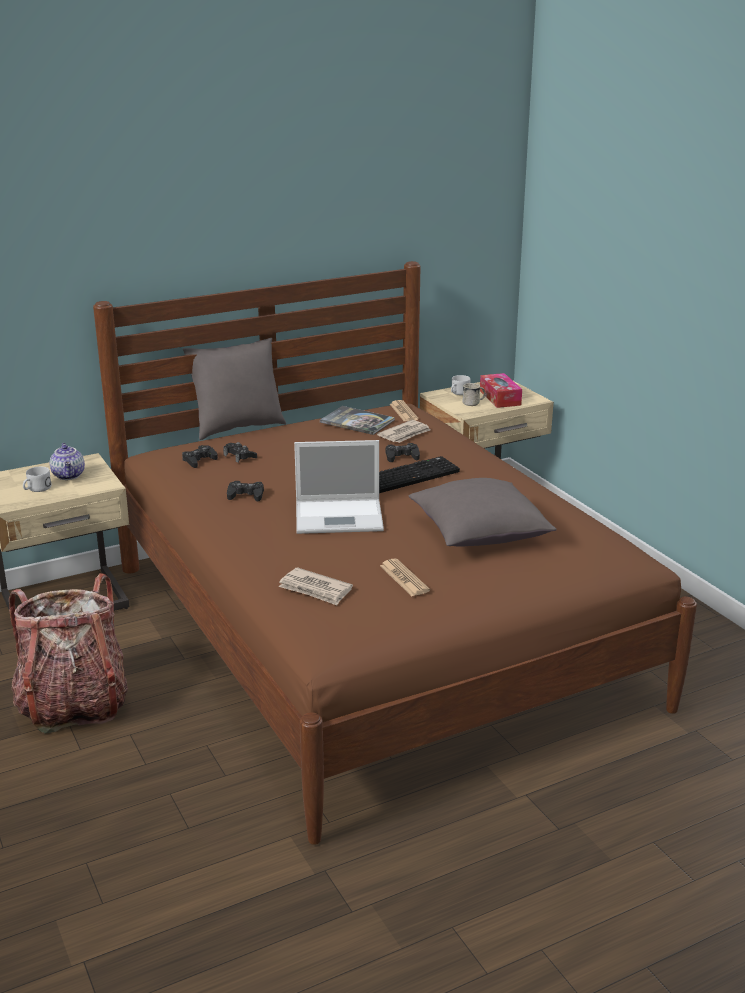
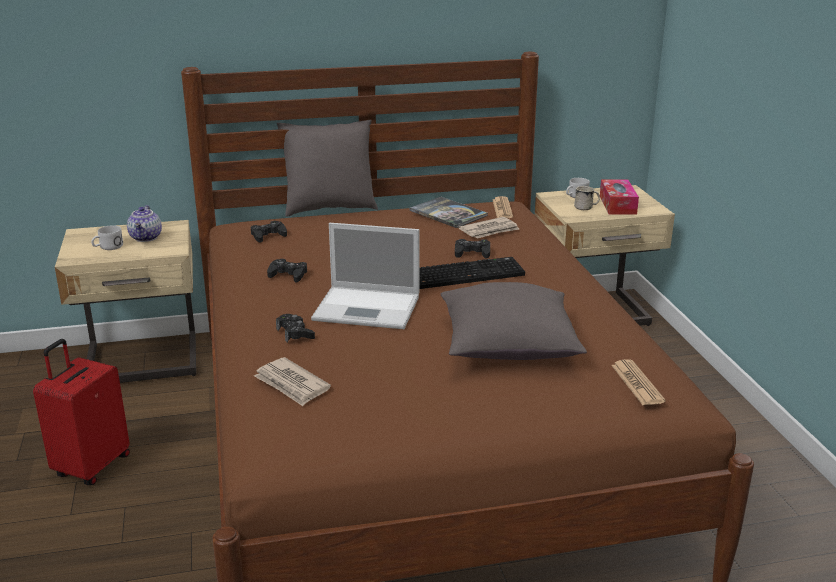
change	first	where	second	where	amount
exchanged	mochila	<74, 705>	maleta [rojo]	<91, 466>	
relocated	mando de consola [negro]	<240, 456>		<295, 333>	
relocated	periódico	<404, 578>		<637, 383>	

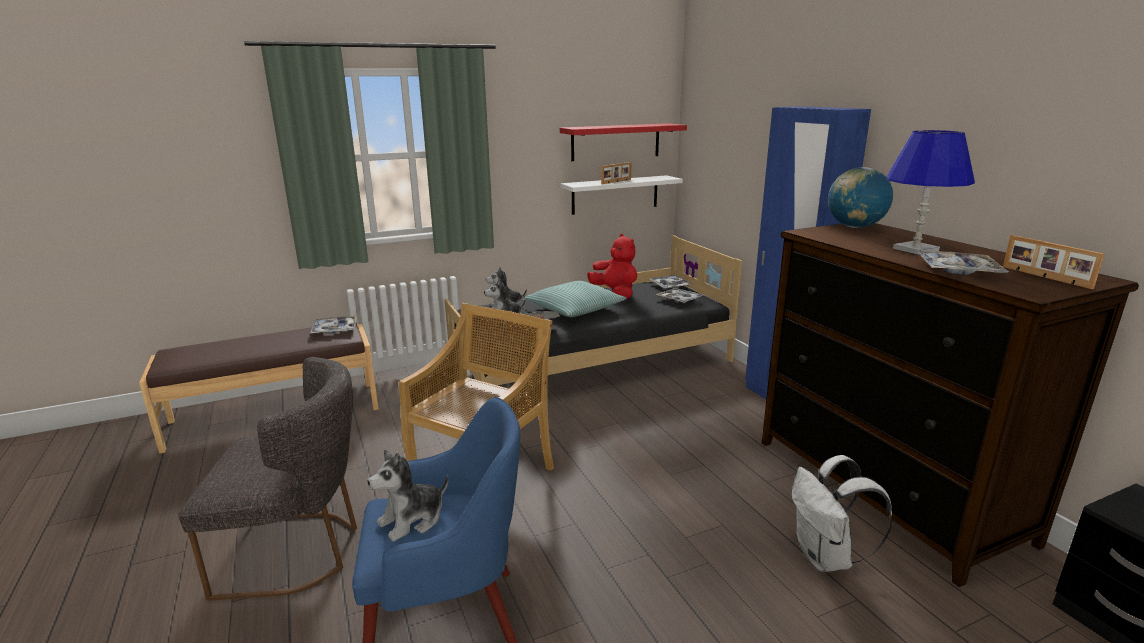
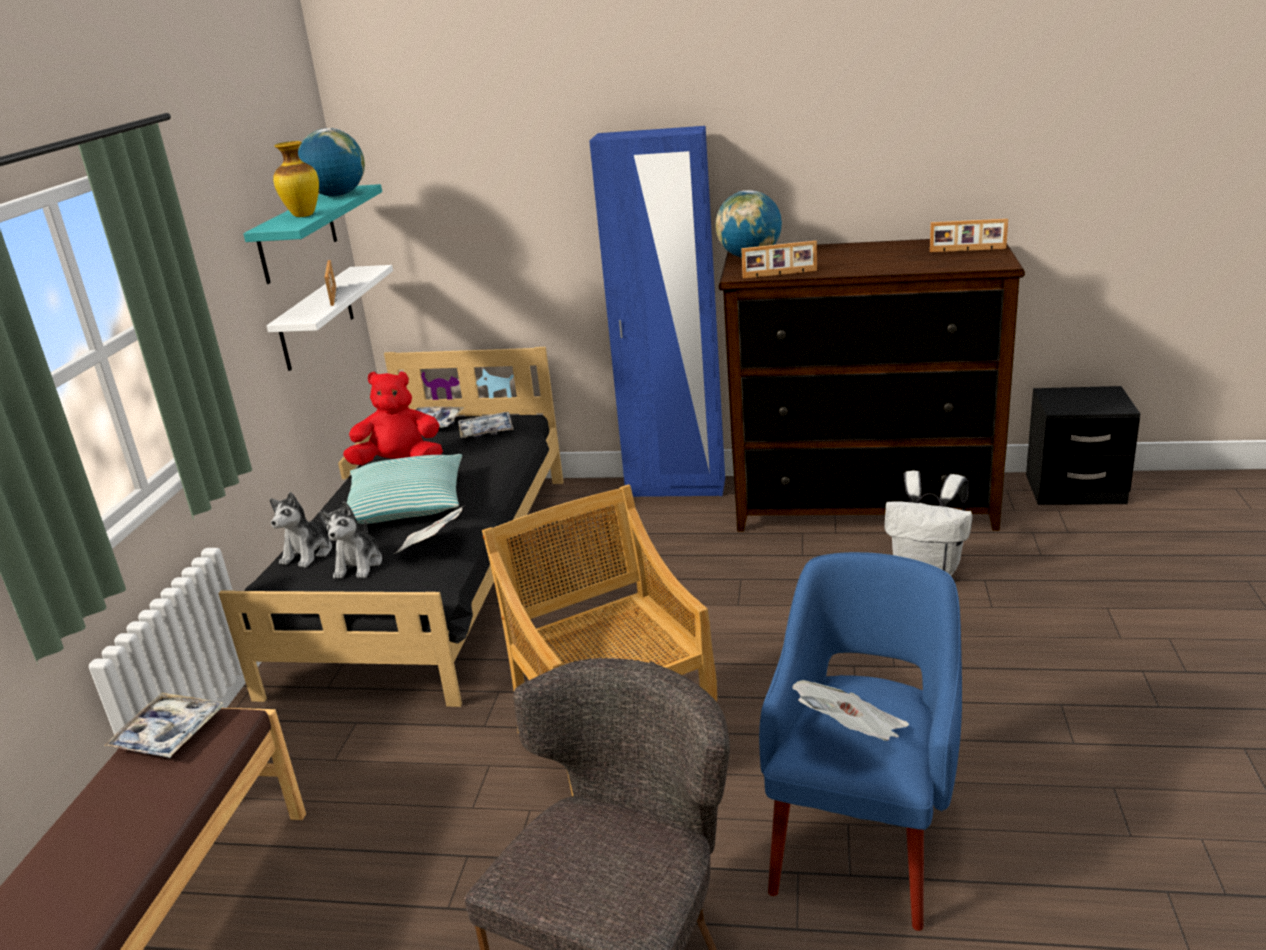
change	first	where	second	where	amount
exchanged	peluche	<412, 520>	periódico	<852, 734>	
colour	estante [rojo]	<616, 142>	estante [turquesa]	<297, 234>	
missing	lámpara de mesa [azul]	<915, 250>			
missing	bandeja	<957, 270>			
appeared			florero	<304, 215>	
appeared			globo terráqueo	<338, 196>	
appeared			portarretratos	<780, 274>	

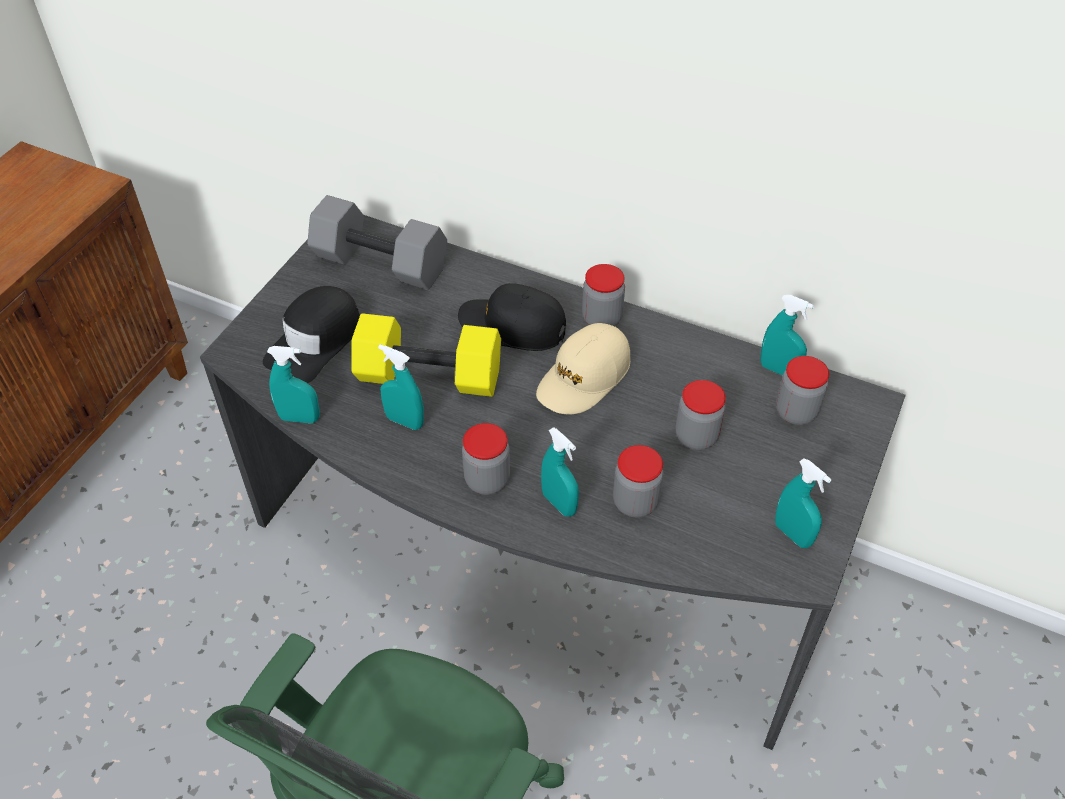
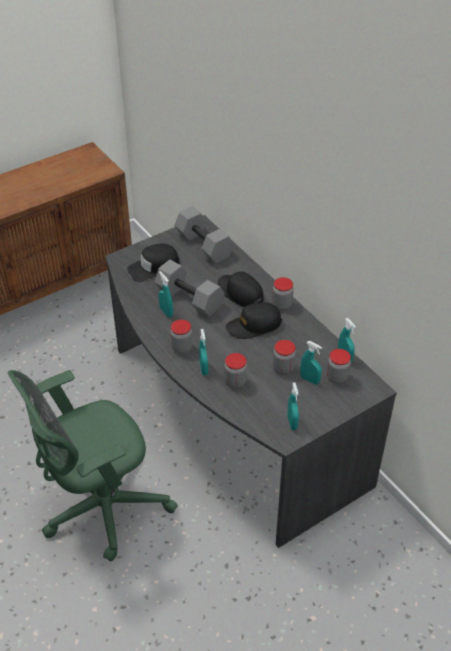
change	first	where	second	where	amount
relocated	pulverizador [turquesa]	<299, 418>		<309, 380>	
colour	mancuerna [amarillo]	<431, 374>	mancuerna [gris]	<191, 298>	
colour	gorra [beis]	<584, 378>	gorra [negro]	<254, 325>	

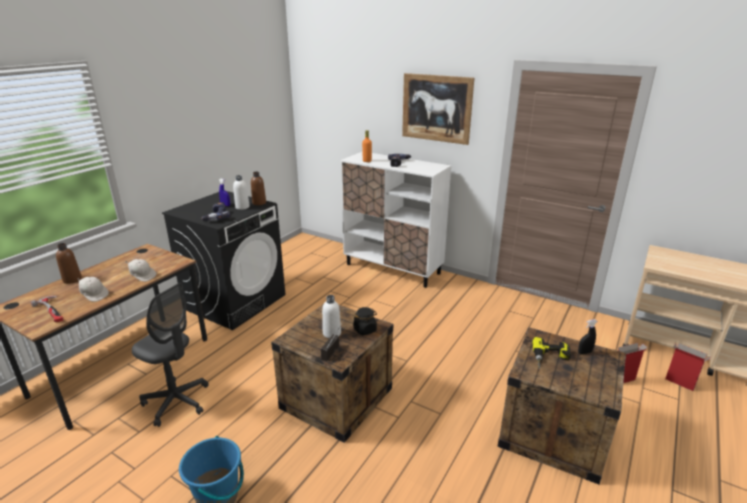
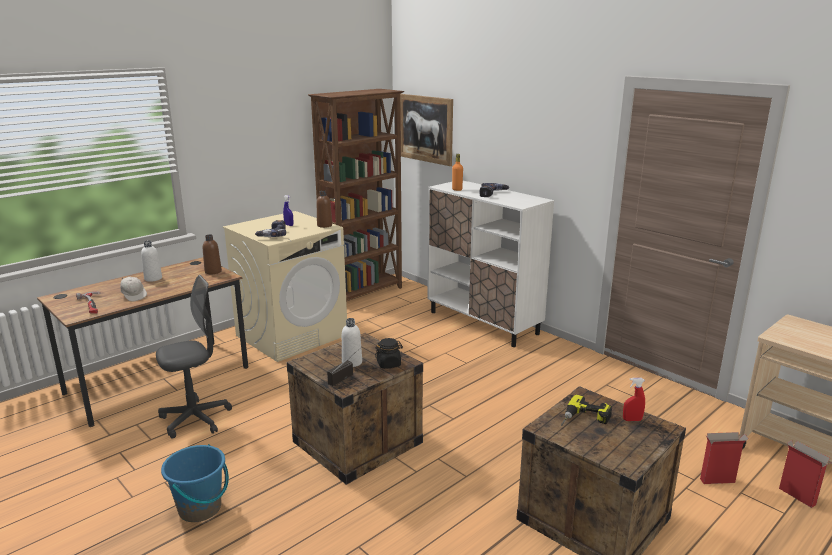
change	first	where	second	where	amount
relocated	botella [marrón]	<72, 280>		<213, 271>	
missing	gorra [blanco]	<142, 276>			
spun	silla de oficina [gris]	<176, 402>		<195, 419>	75 degrees counterclockwise
colour	lavadora [negro]	<235, 301>	lavadora [beis]	<292, 335>	
relocated	botella [blanco]	<242, 207>		<153, 278>	
relocated	cuadro	<436, 108>		<425, 129>	
colour	pulverizador [negro]	<584, 352>	pulverizador [rojo]	<632, 420>	
appeared			estantería [marrón]	<364, 293>	

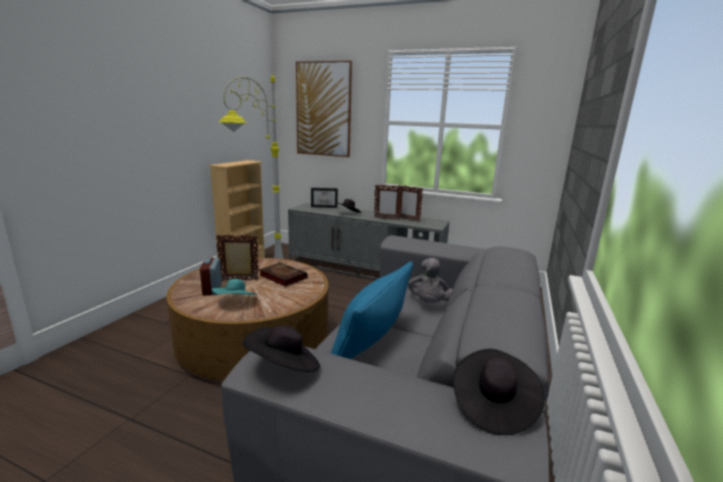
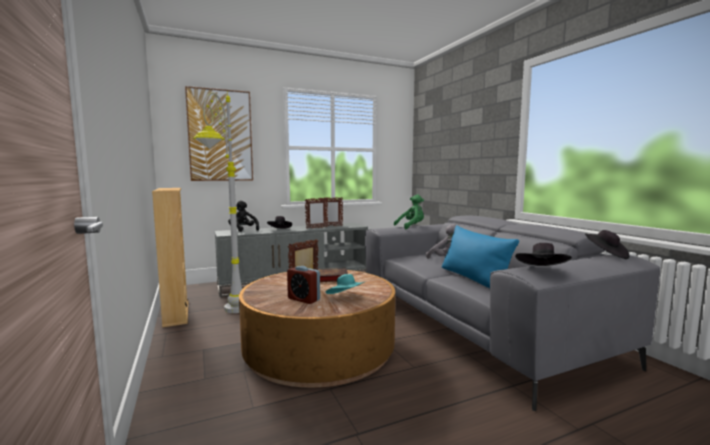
change	first	where	second	where	amount
exchanged	portarretratos	<324, 206>	peluche [negro]	<243, 230>	
appeared			peluche [verde]	<411, 227>	

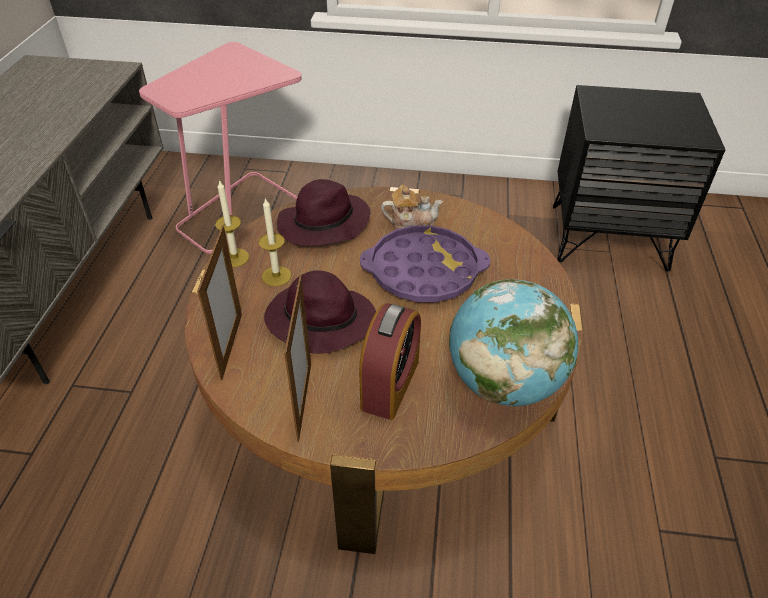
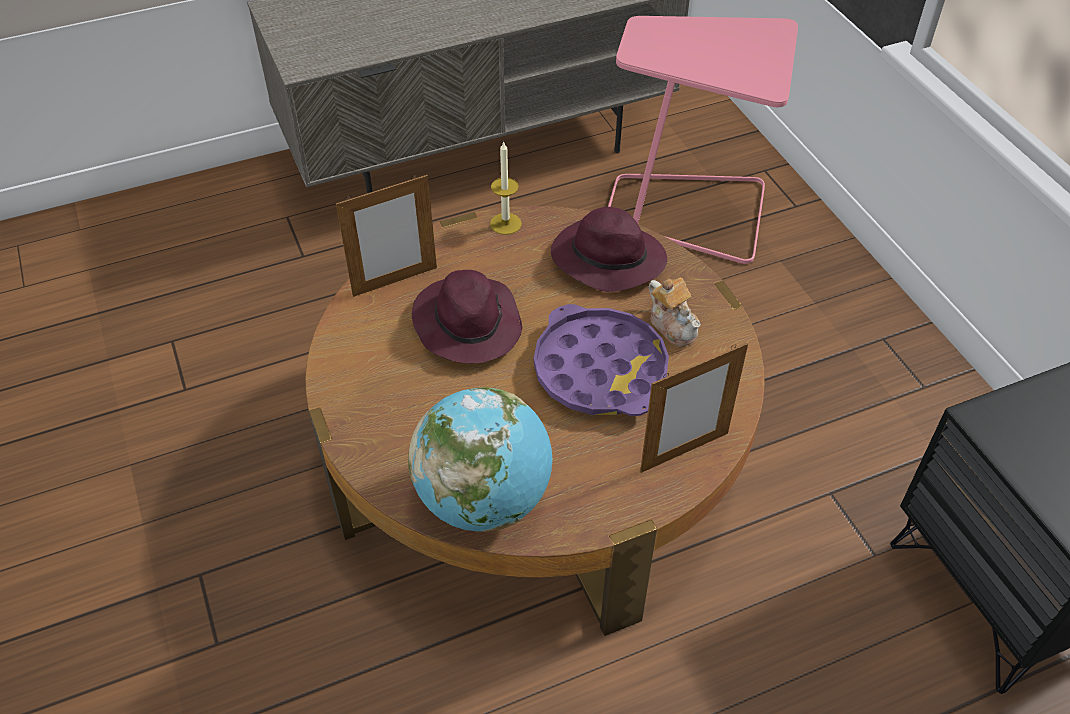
change	first	where	second	where	amount
missing	vela	<276, 276>			
relocated	portarretratos	<304, 401>		<684, 452>	
missing	despertador	<390, 384>			

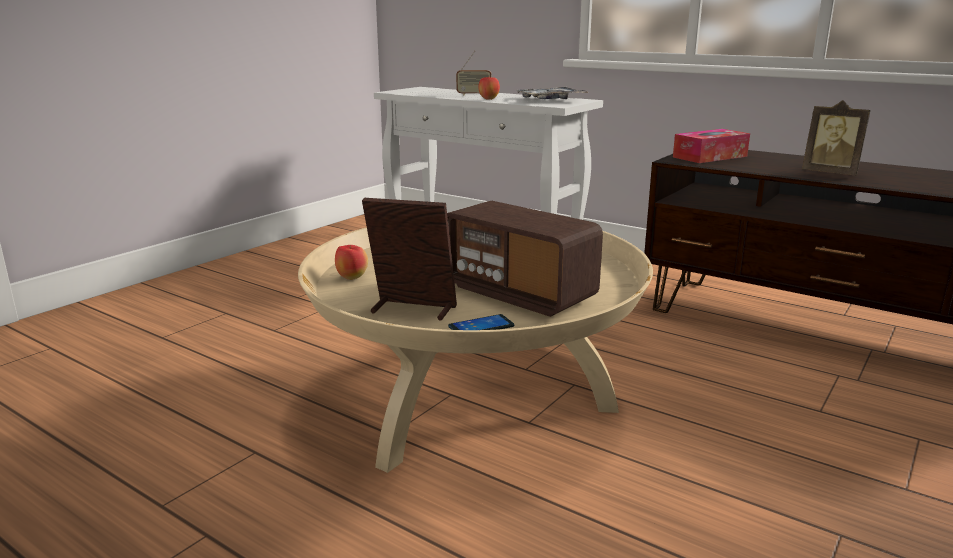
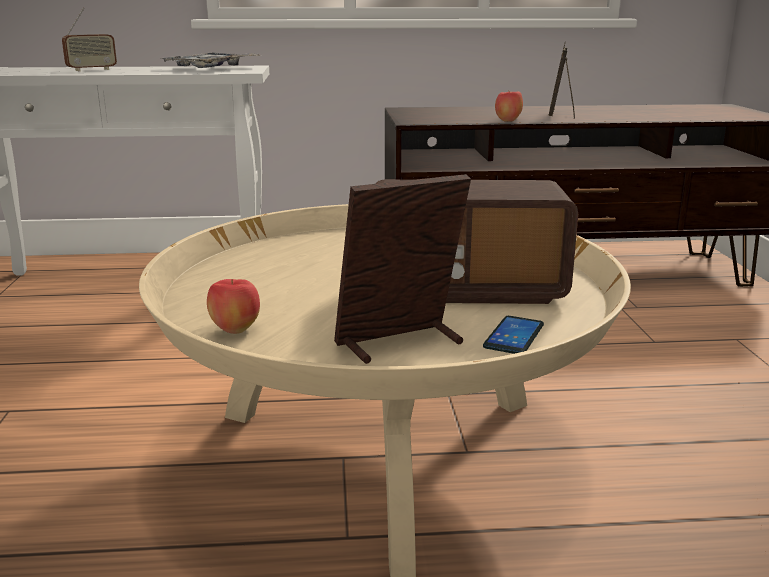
change	first	where	second	where	amount
relocated	manzana	<489, 99>		<507, 121>	
missing	caja de pañuelos	<710, 156>			
spun	portarretratos	<831, 173>		<561, 116>	105 degrees clockwise

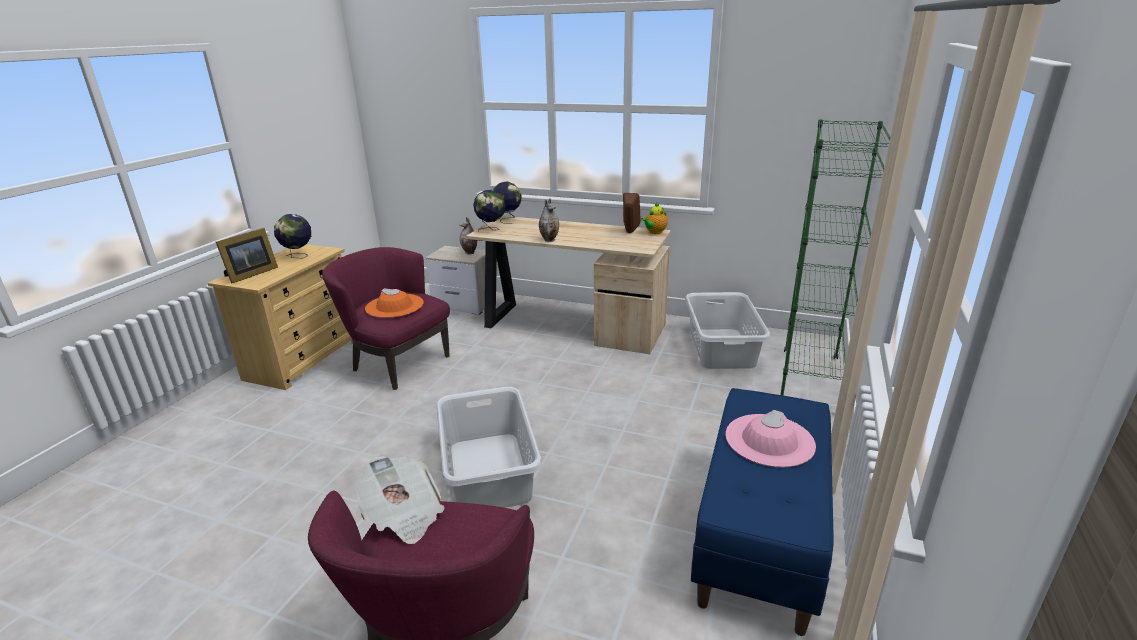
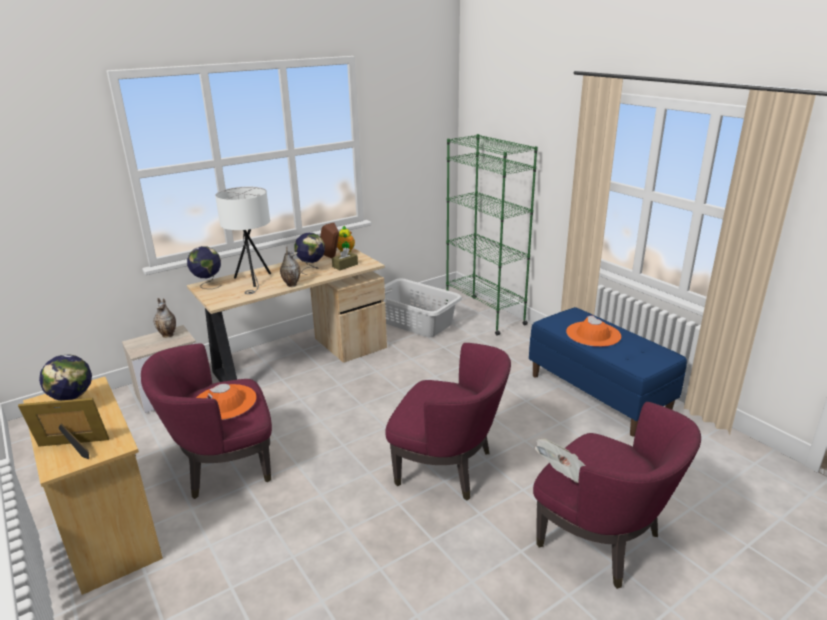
change	first	where	second	where	amount
spun	portarretratos	<250, 274>		<73, 447>	75 degrees counterclockwise
exchanged	cesto de la ropa [gris]	<488, 472>	sillón [morado]	<448, 468>	
relocated	globo terráqueo	<491, 229>		<311, 269>	
colour	sombrero [rosa]	<769, 440>	sombrero [naranja]	<593, 334>	
appeared			lámpara de mesa [blanco]	<253, 281>	
appeared			caja de pañuelos [marrón]	<345, 266>	

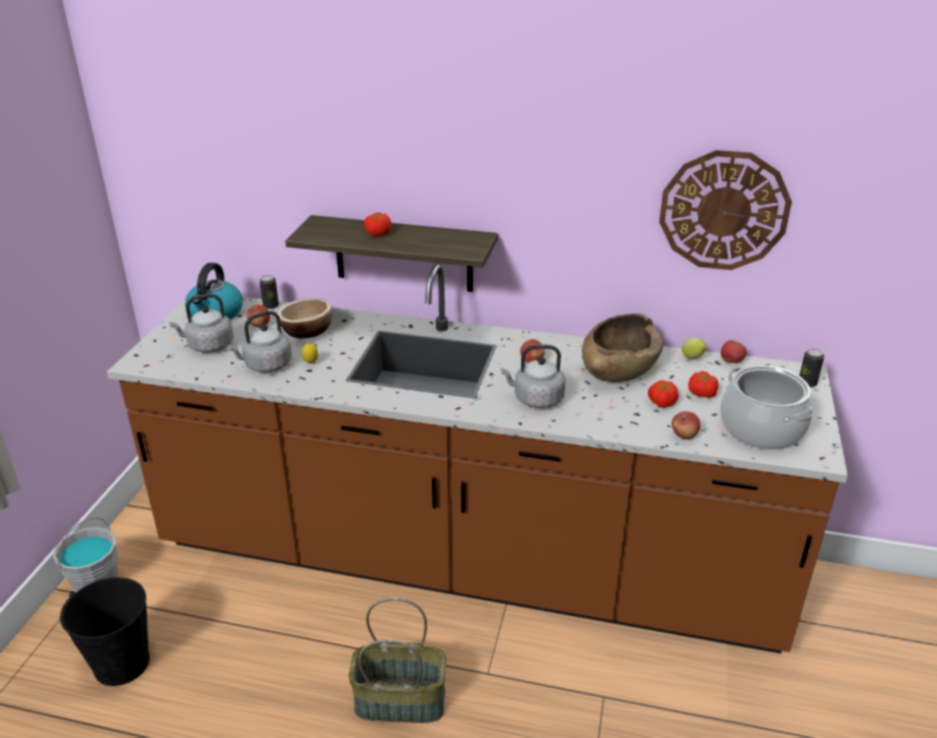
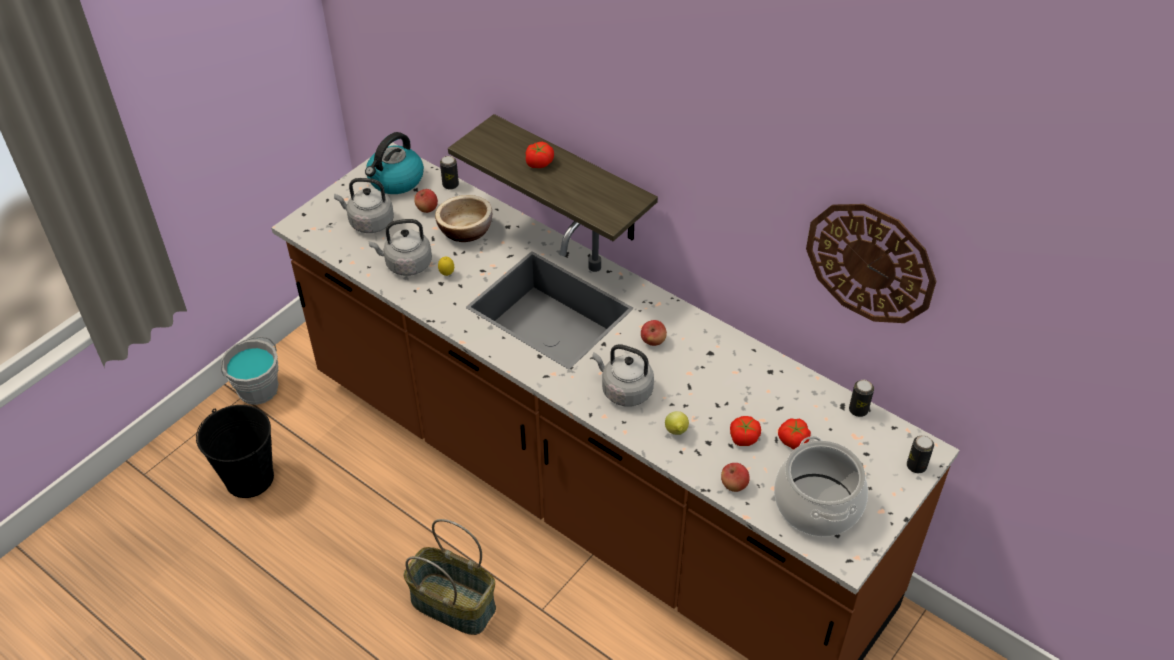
change	first	where	second	where	amount
missing	cuenco [marrón]	<619, 368>			
relocated	limón	<693, 358>		<676, 432>	
exchanged	manzana	<731, 361>	lata	<858, 410>	

